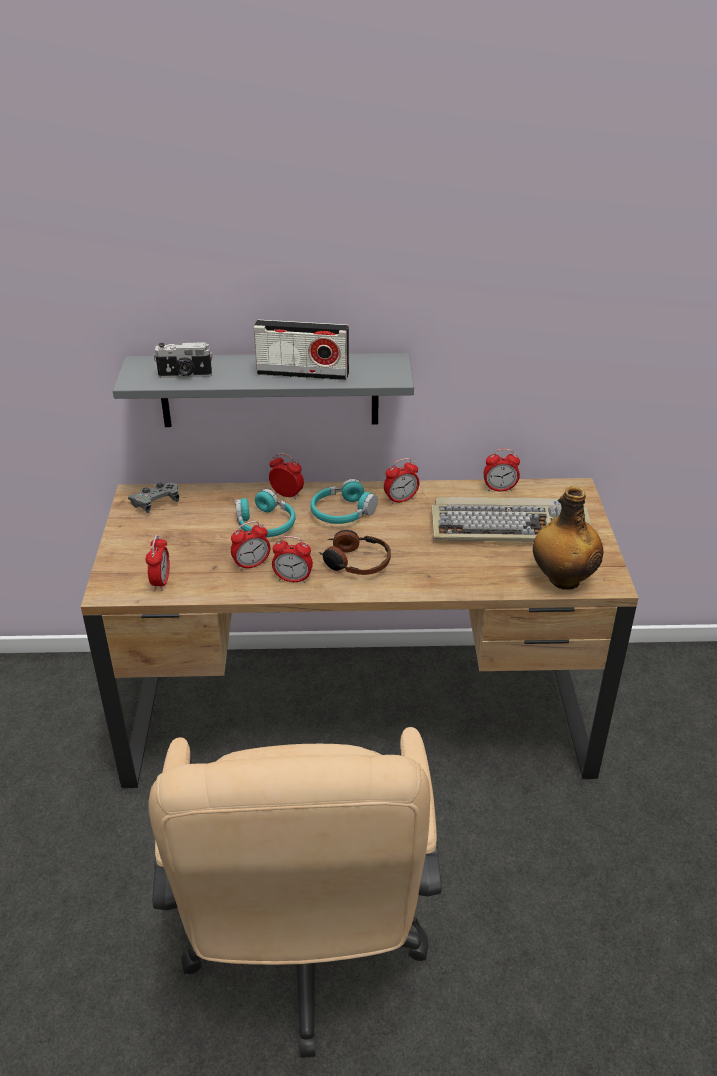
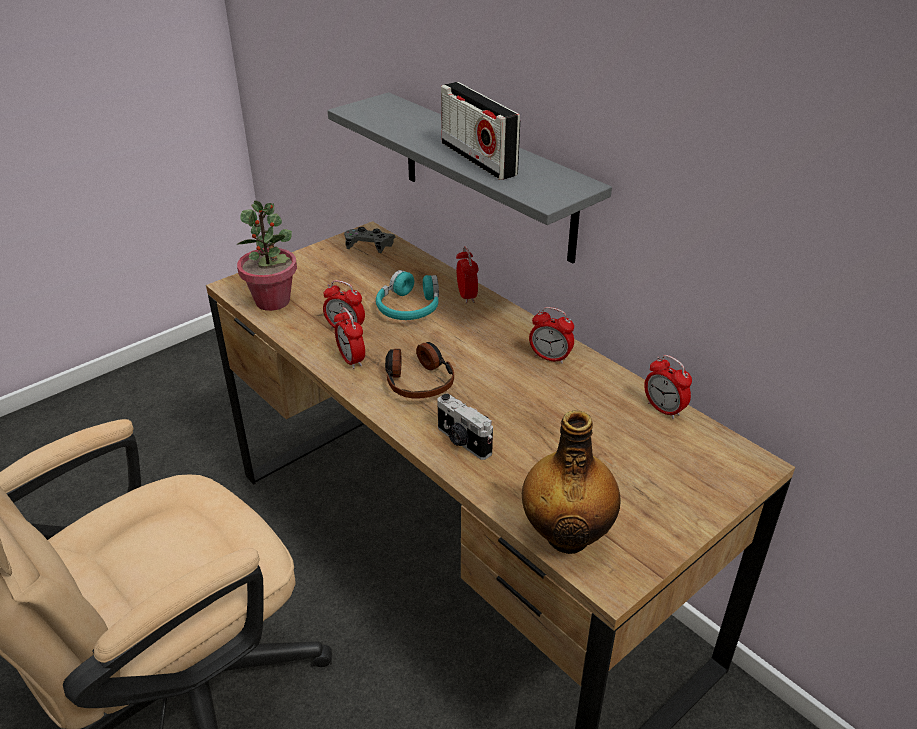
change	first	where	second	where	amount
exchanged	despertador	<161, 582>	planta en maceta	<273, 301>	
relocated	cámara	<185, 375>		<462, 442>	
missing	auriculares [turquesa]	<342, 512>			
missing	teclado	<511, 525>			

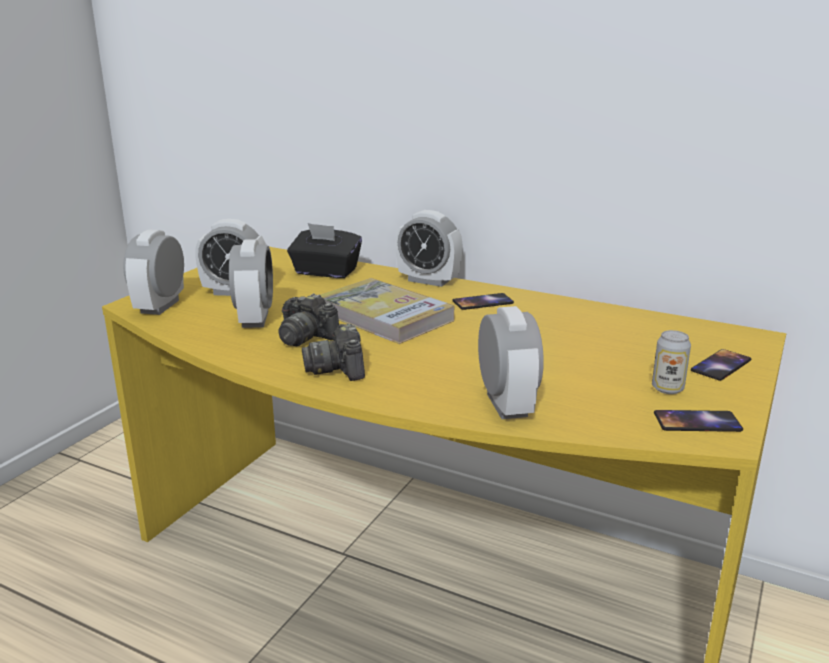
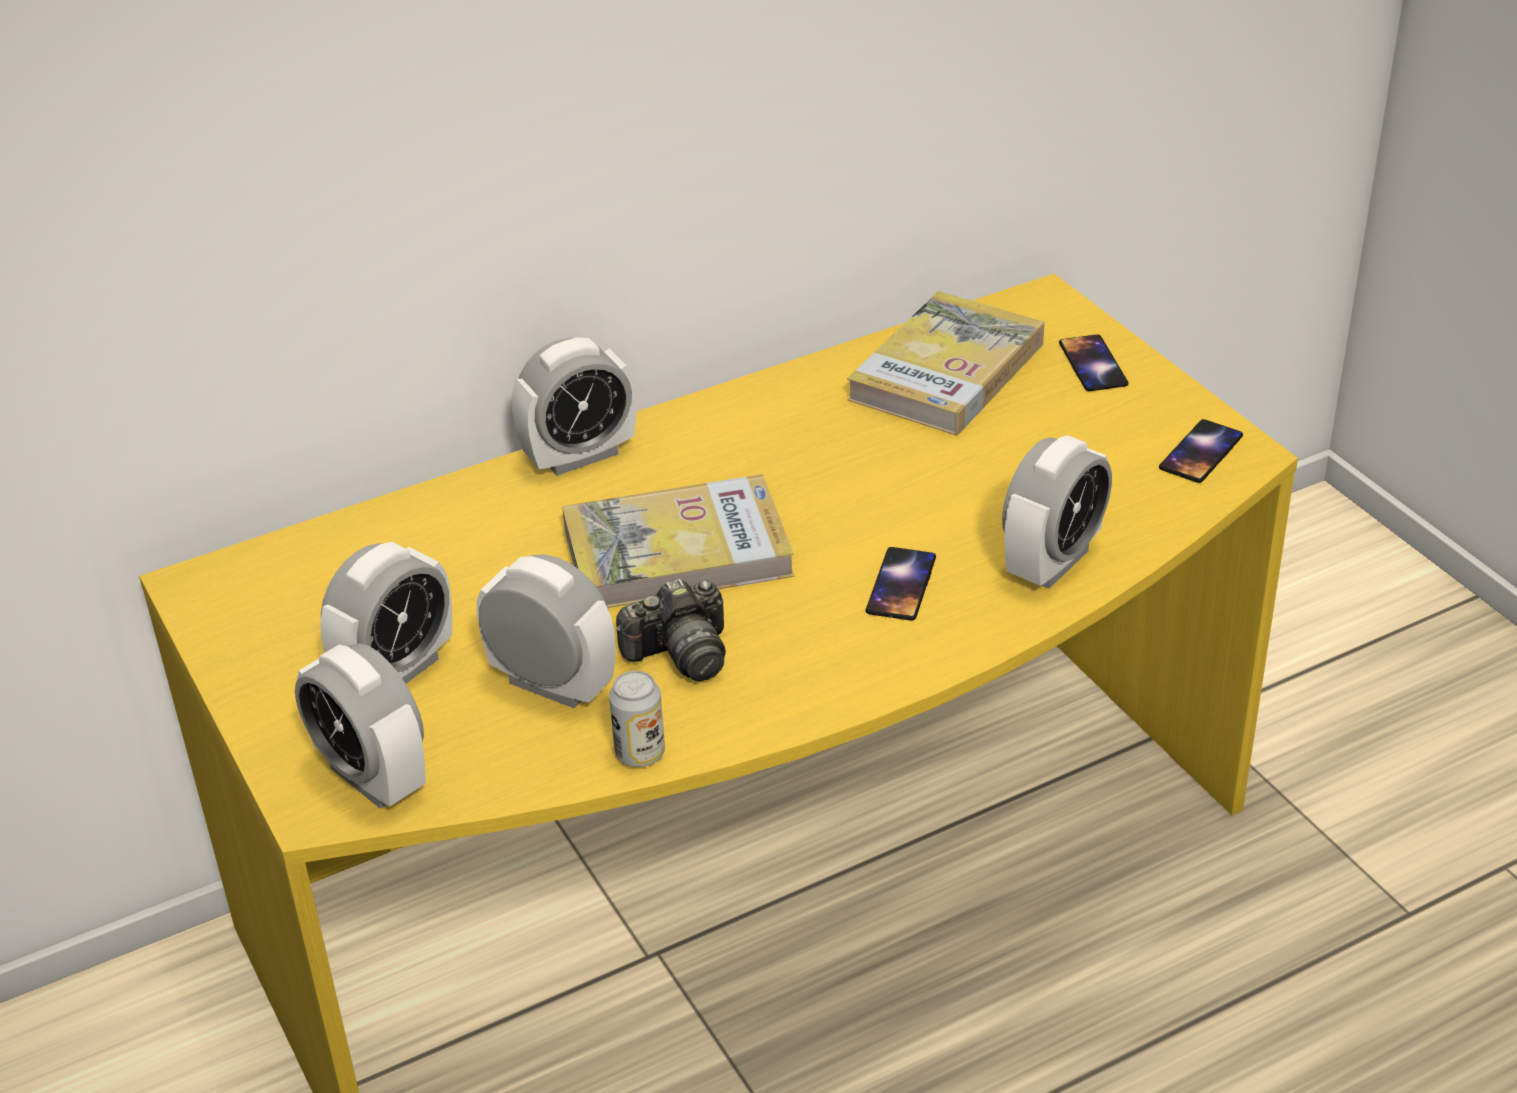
change	first	where	second	where	amount
missing	caja de pañuelos [negro]	<325, 272>			
missing	cámara	<338, 369>			
relocated	móvil	<483, 302>		<901, 585>	
spun	despertador	<506, 405>		<1052, 562>	105 degrees clockwise
relocated	lata	<667, 388>		<640, 753>	
appeared			libro	<947, 371>	

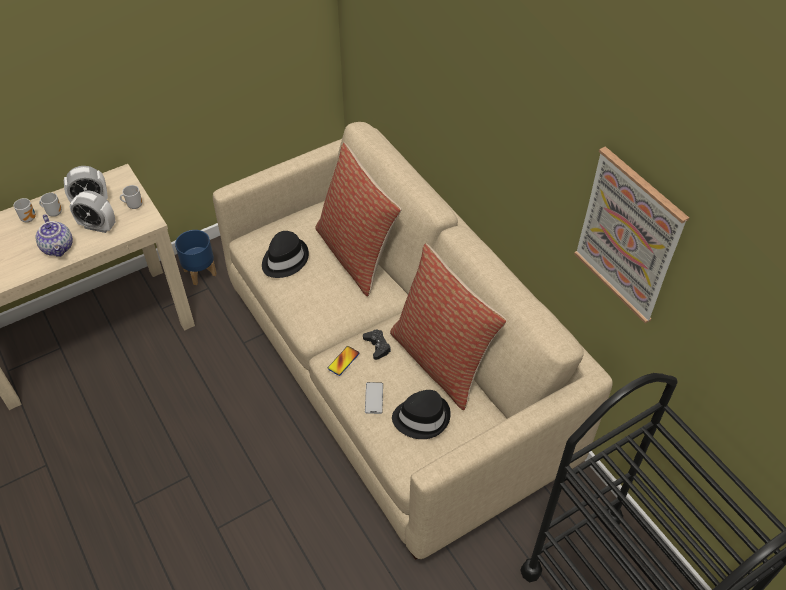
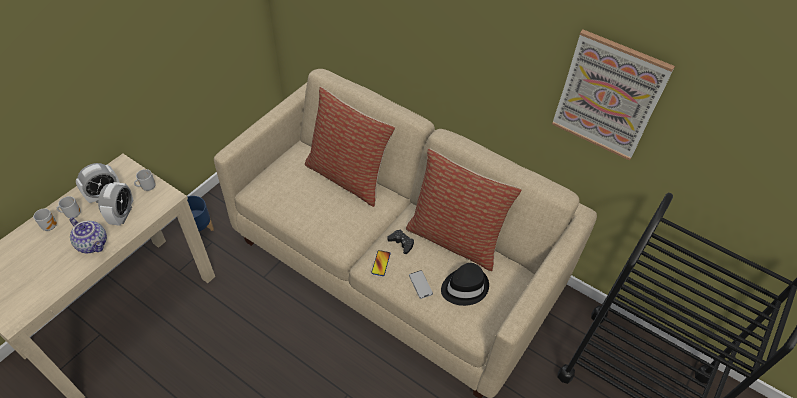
change	first	where	second	where	amount
spun	despertador	<98, 226>		<122, 215>	75 degrees counterclockwise
missing	sombrero [negro]	<284, 259>			

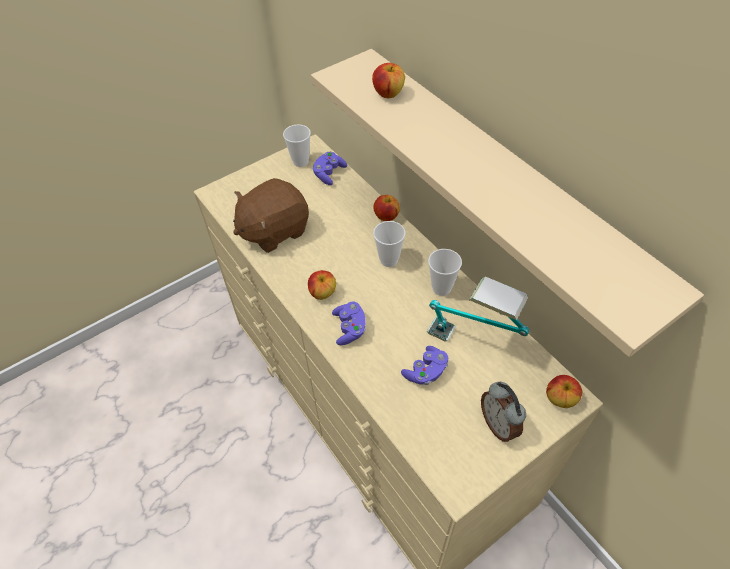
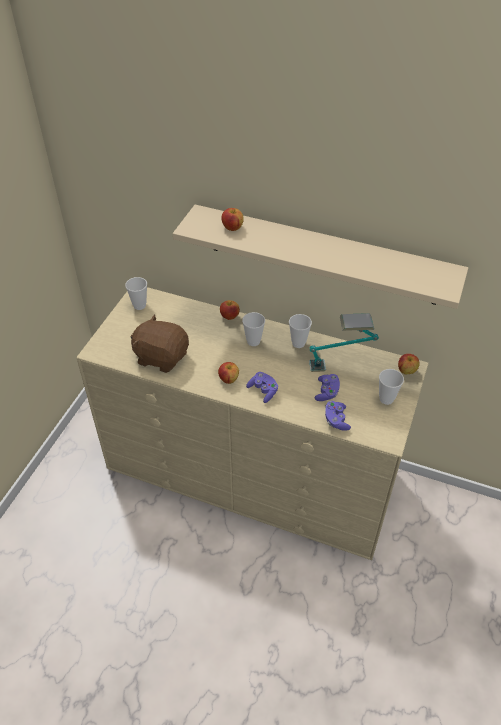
change	first	where	second	where	amount
spun	peluche [marrón]	<274, 230>		<161, 357>	90 degrees clockwise
relocated	mando de consola [morado]	<329, 174>		<336, 420>	
exchanged	despertador	<499, 424>	taza	<386, 399>	

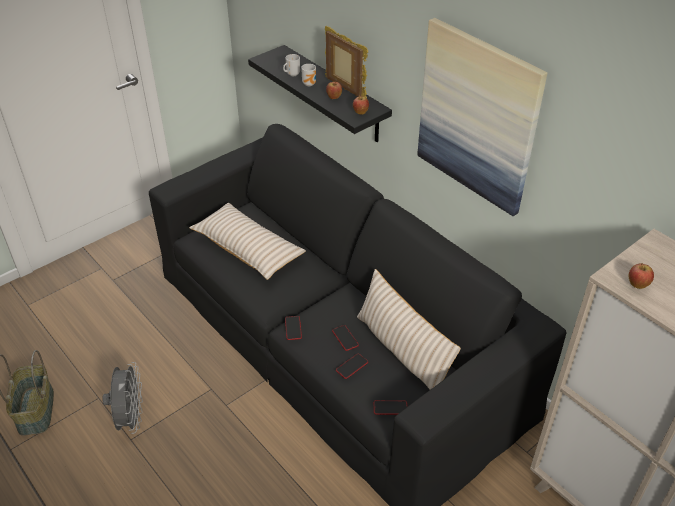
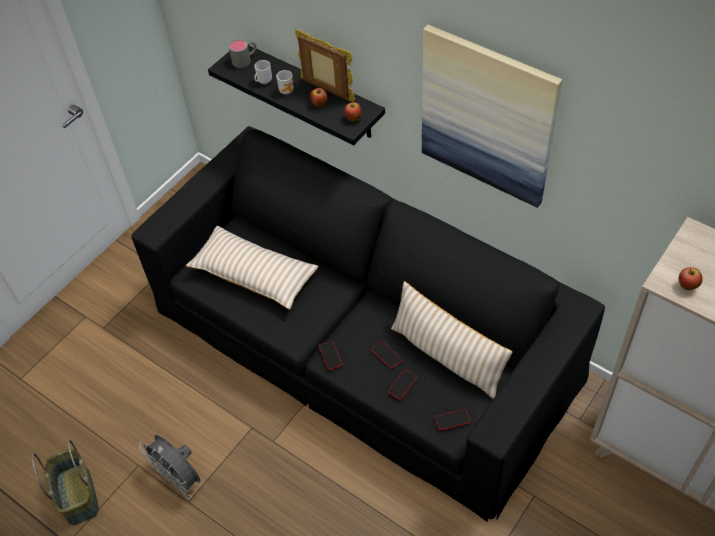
change	first	where	second	where	amount
spun	ventilador [gris]	<130, 418>		<180, 479>	150 degrees clockwise
appeared			taza grande [gris]	<245, 59>	

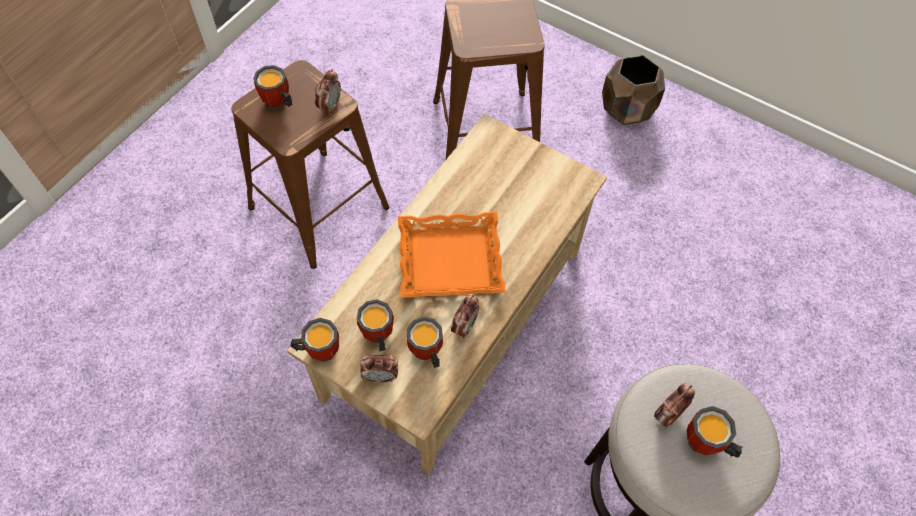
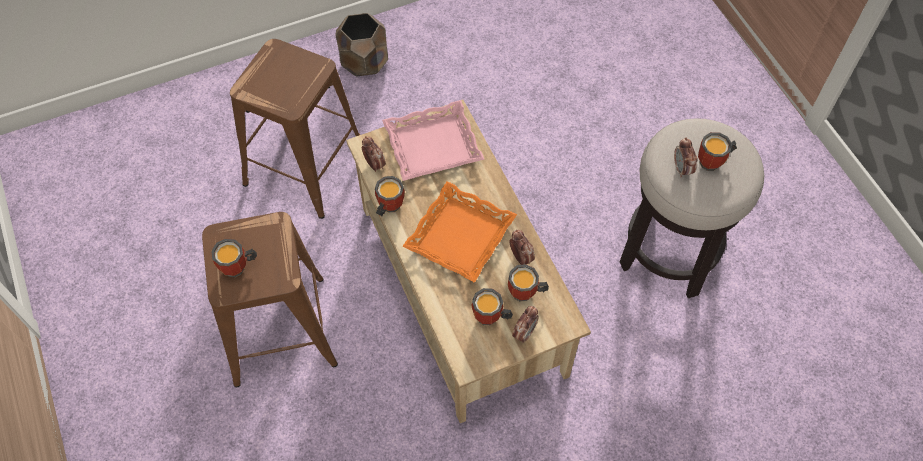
change	first	where	second	where	amount
relocated	taza grande	<319, 349>		<388, 207>	
relocated	despertador	<330, 106>		<374, 164>	
appeared			bandeja [rosa]	<433, 146>	

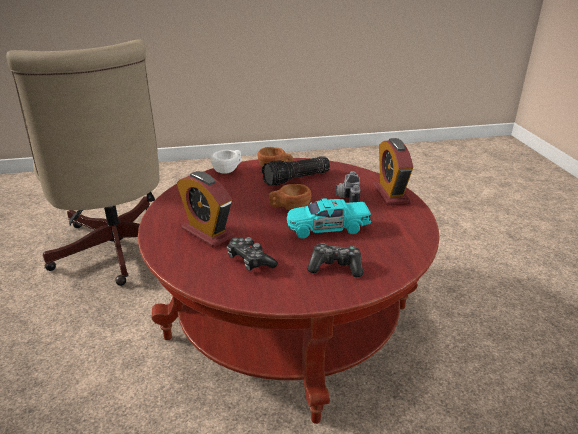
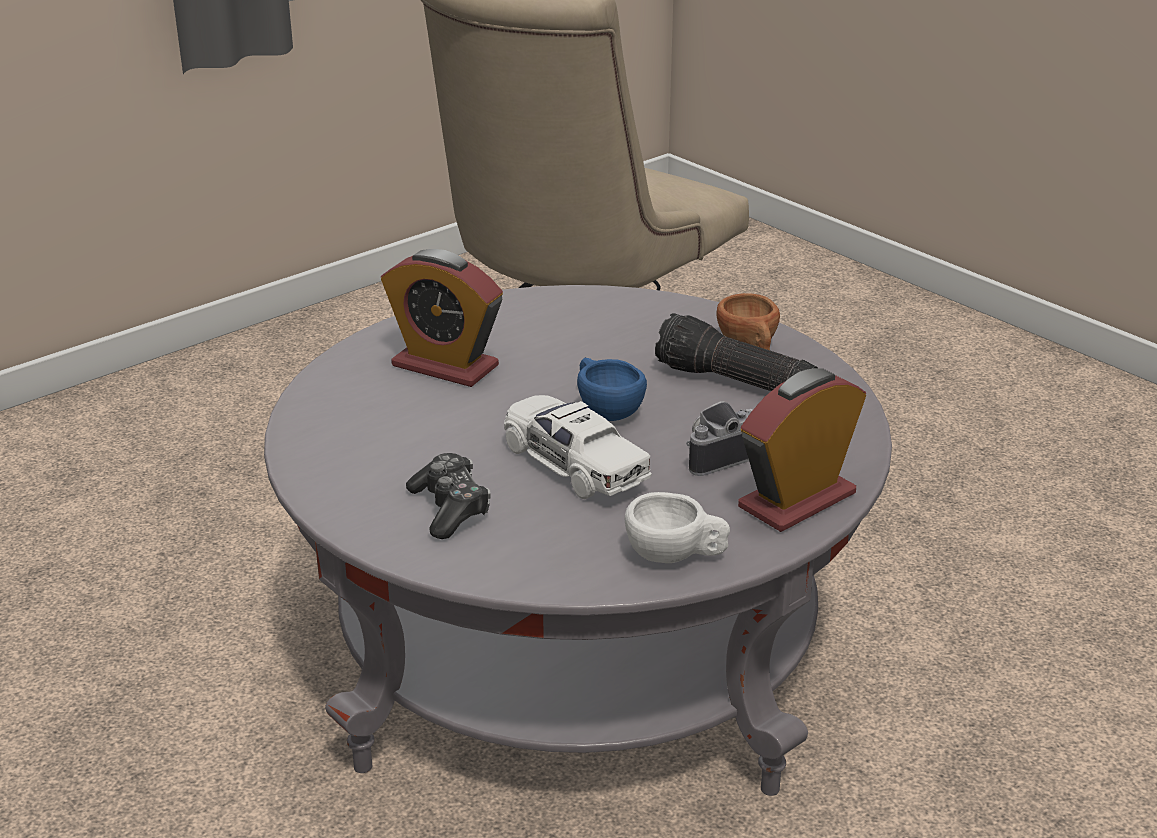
change	first	where	second	where	amount
colour	mesa de centro [rojo]	<288, 322>	mesa de centro [gris]	<577, 649>	
spun	despertador	<207, 233>		<445, 366>	75 degrees counterclockwise
relocated	taza [blanco]	<228, 170>		<676, 556>	
missing	mando de consola	<250, 261>			
colour	taza [marrón]	<289, 208>	taza [azul]	<605, 410>	
colour	coche de juguete [turquesa]	<327, 228>	coche de juguete [blanco]	<574, 466>	

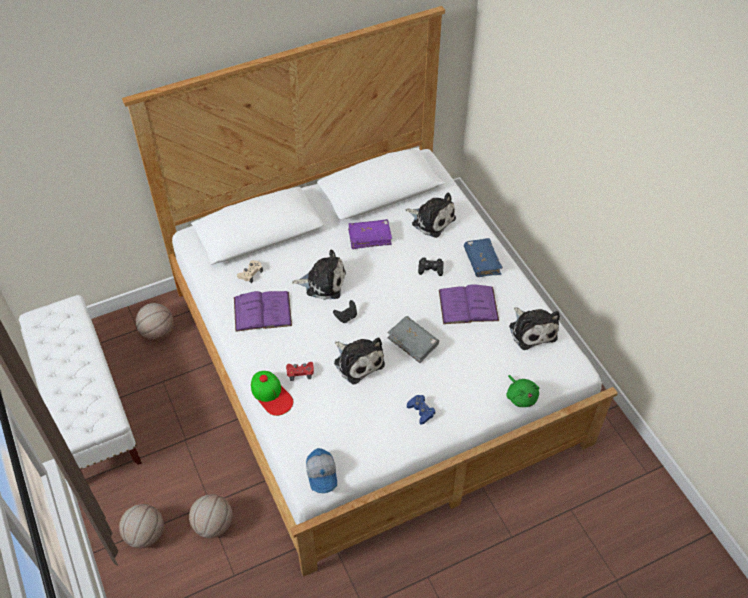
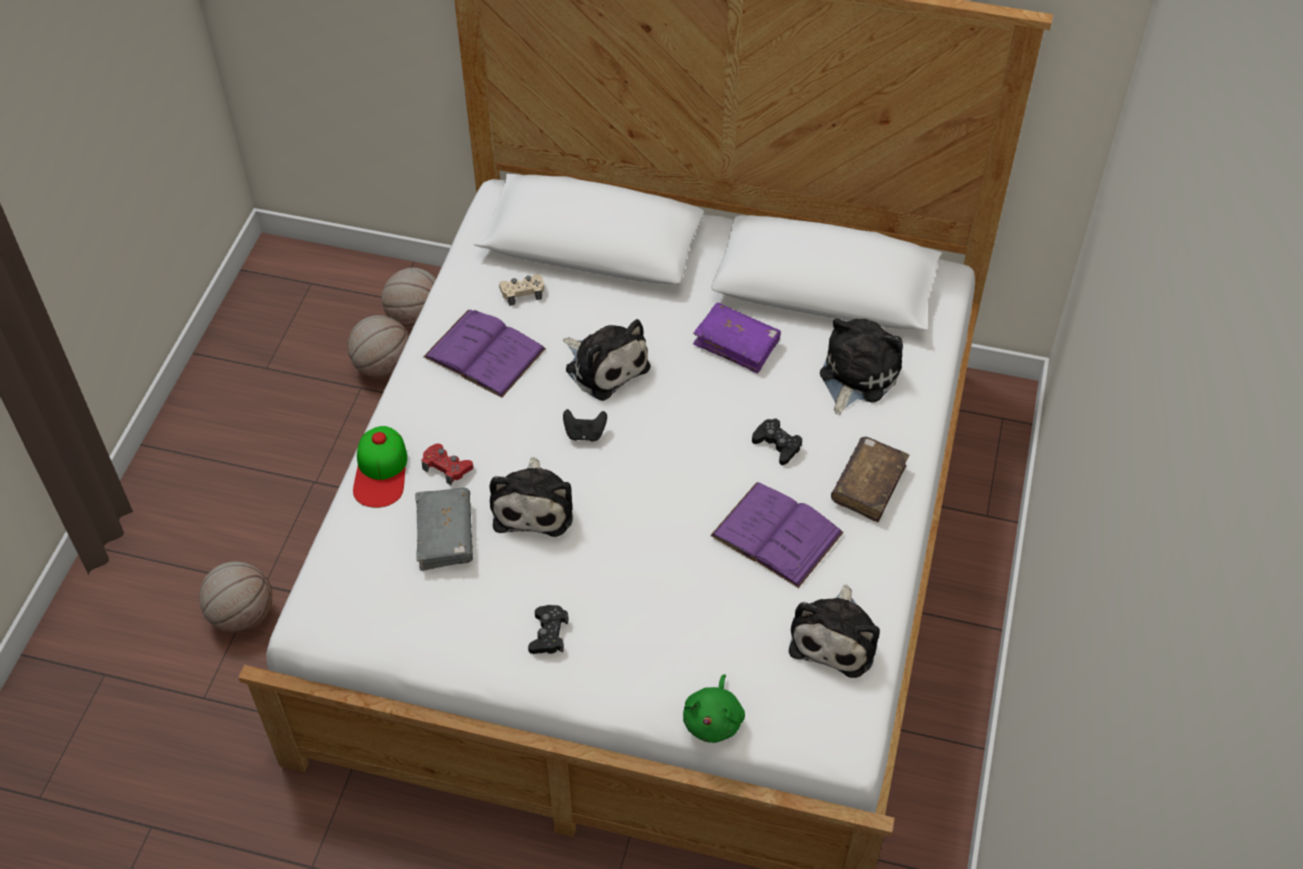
change	first	where	second	where	amount
missing	banco [blanco]	<89, 409>			
relocated	balón de baloncesto	<145, 535>		<383, 367>	
missing	gorra	<322, 474>			
relocated	libro [gris]	<413, 342>		<445, 535>	
spun	peluche	<431, 220>		<856, 375>	135 degrees counterclockwise
colour	mando de consola [azul]	<421, 411>	mando de consola [negro]	<548, 634>	
colour	libro [azul]	<482, 262>	libro [marrón]	<868, 485>	

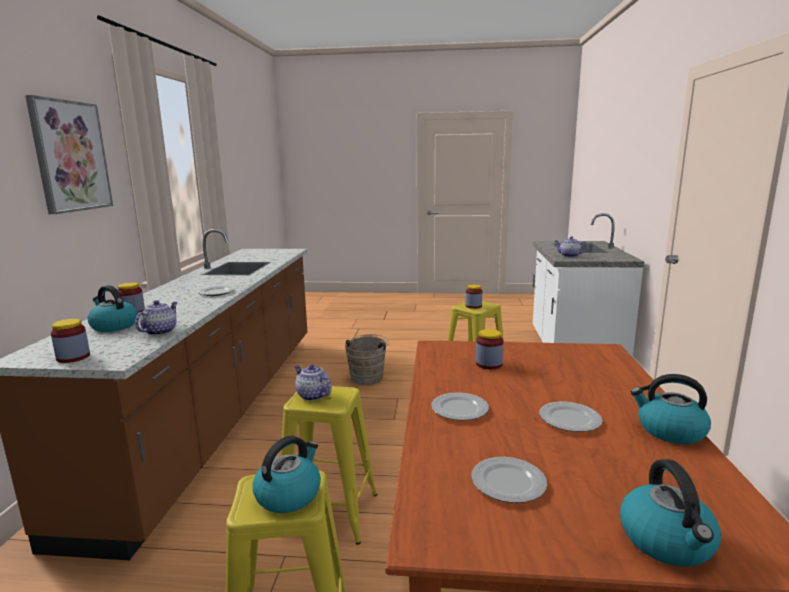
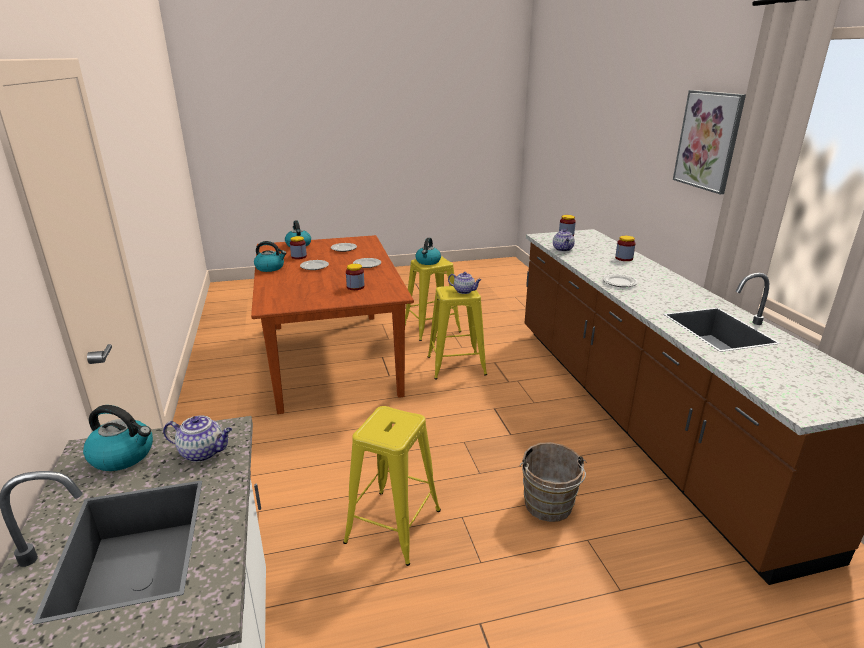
change	first	where	second	where	amount
relocated	hervidor	<113, 326>		<123, 455>	
relocated	tarro	<473, 306>		<299, 256>	

